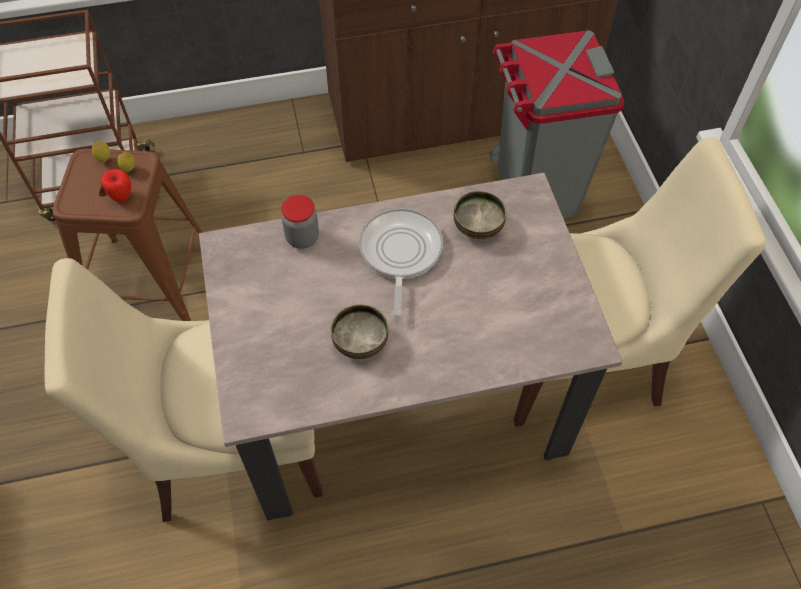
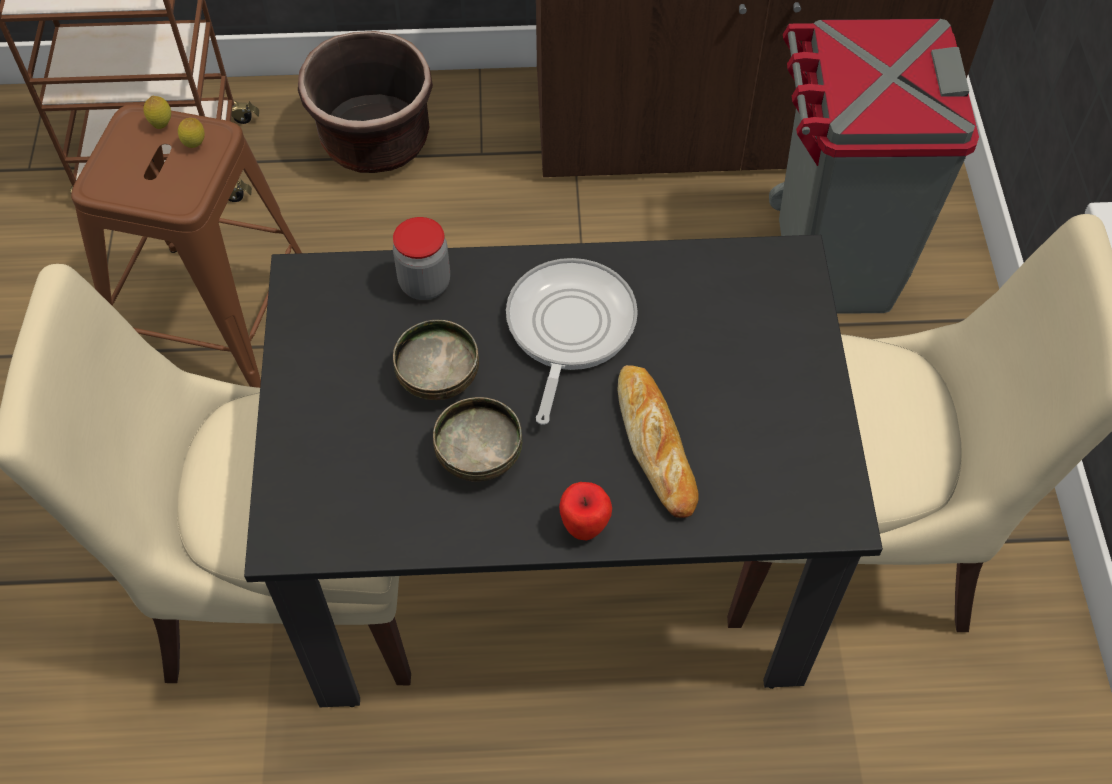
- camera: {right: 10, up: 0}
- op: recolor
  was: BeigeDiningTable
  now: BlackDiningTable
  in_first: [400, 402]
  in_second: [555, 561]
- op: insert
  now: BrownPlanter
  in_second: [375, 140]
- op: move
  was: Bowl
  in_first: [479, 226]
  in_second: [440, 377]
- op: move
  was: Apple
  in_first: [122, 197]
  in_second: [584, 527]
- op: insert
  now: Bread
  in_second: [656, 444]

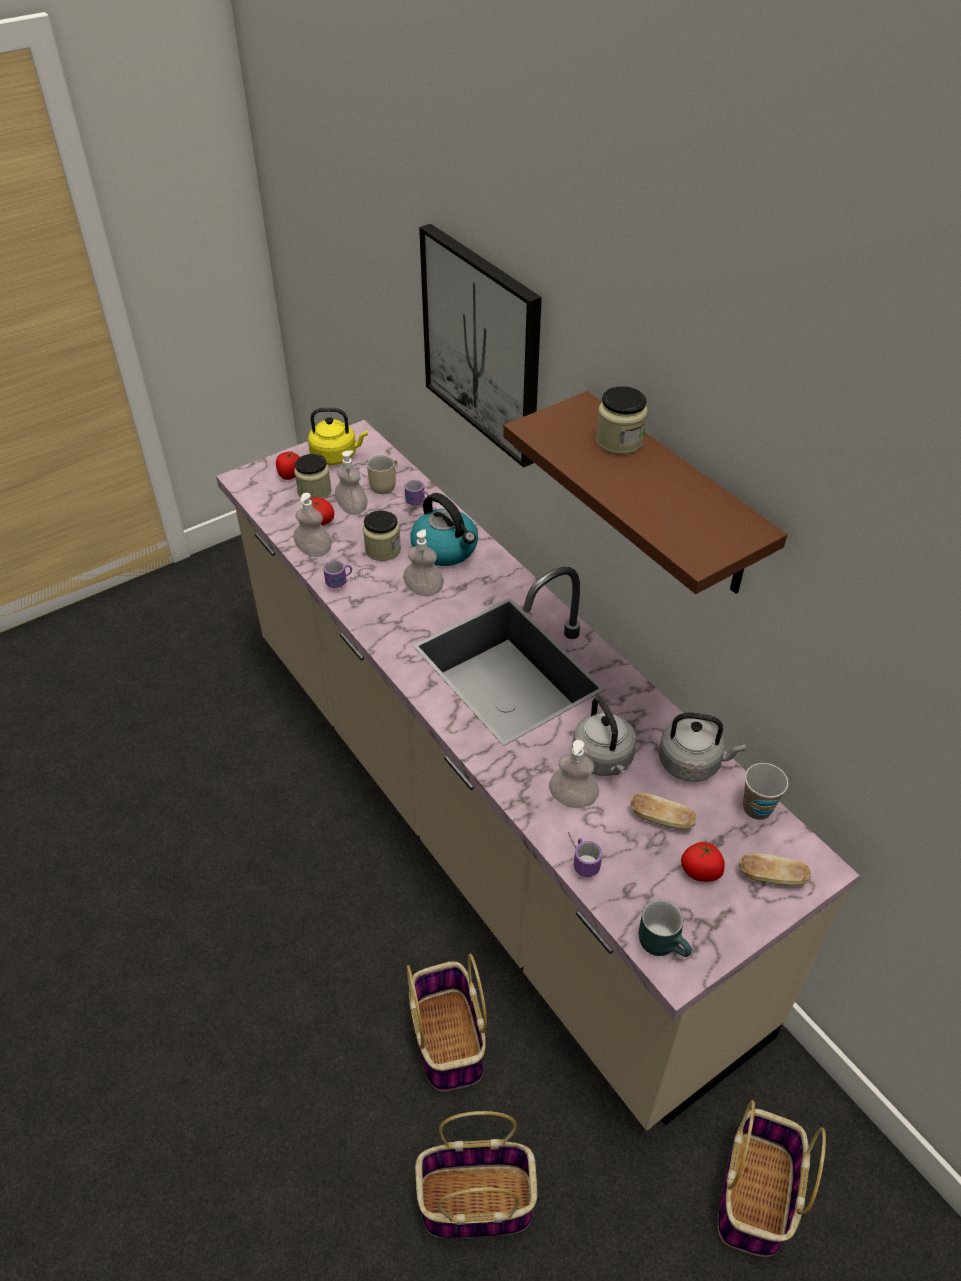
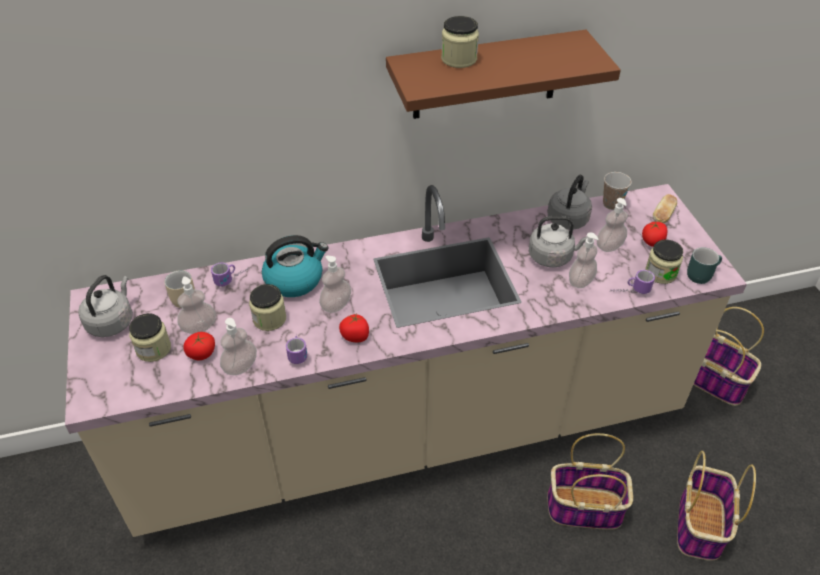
- camera: {right: -70, up: 0}
- op: recolor
  was: YellowKettle
  now: GreyKettle
  in_first: [336, 456]
  in_second: [112, 321]
- op: move
  was: Tomato
  in_first: [290, 474]
  in_second: [355, 336]
- op: replace
  was: Bread
  now: SoapDispenser
  in_first: [661, 819]
  in_second: [609, 246]
- op: insert
  now: Jar
  in_second: [660, 273]
- op: delete
  was: Picture
  in_first: [483, 344]

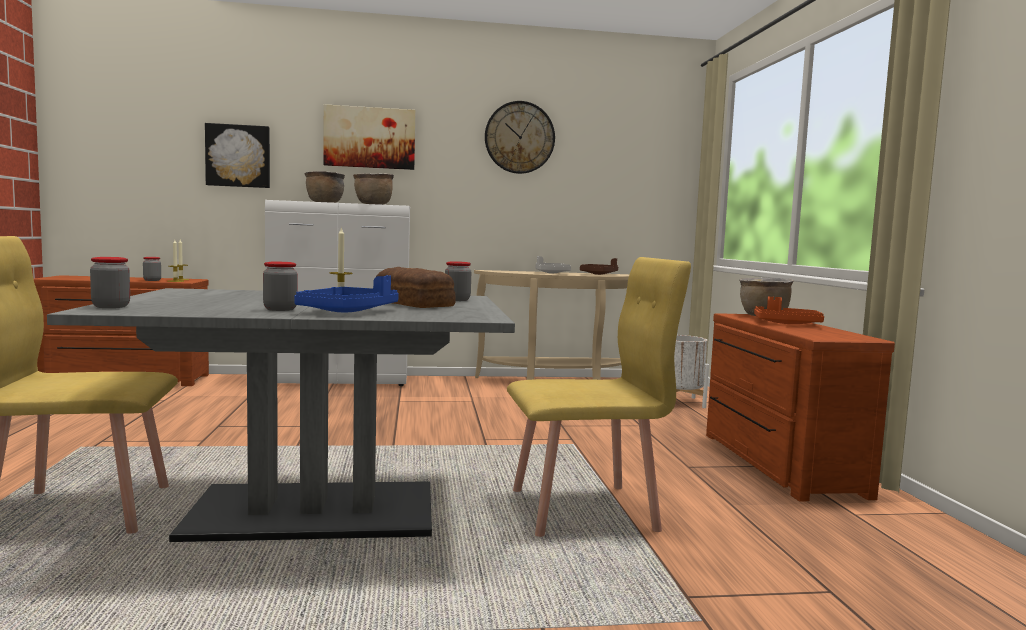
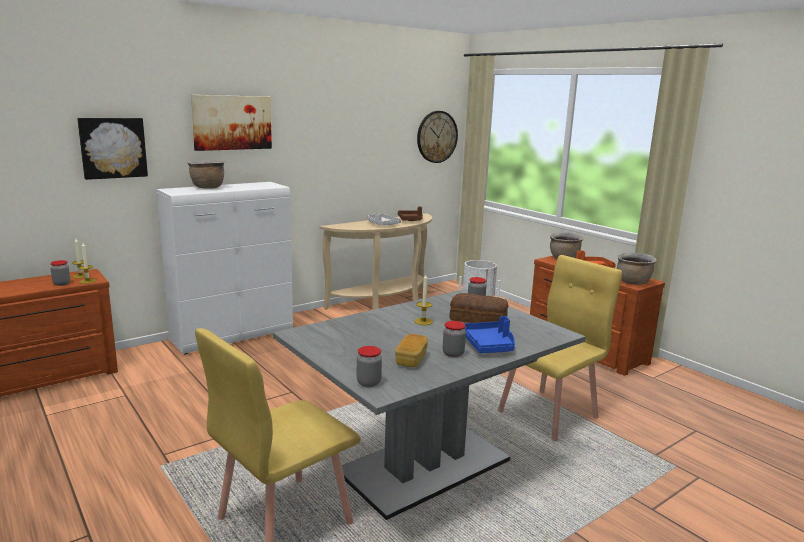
- camera: {right: -30, up: 10}
- op: insert
  now: Bread
  in_second: [411, 360]
- op: move
  was: WallClock
  in_first: [519, 137]
  in_second: [437, 137]
- op: move
  was: BrownCookingPot
  in_first: [373, 204]
  in_second: [633, 283]

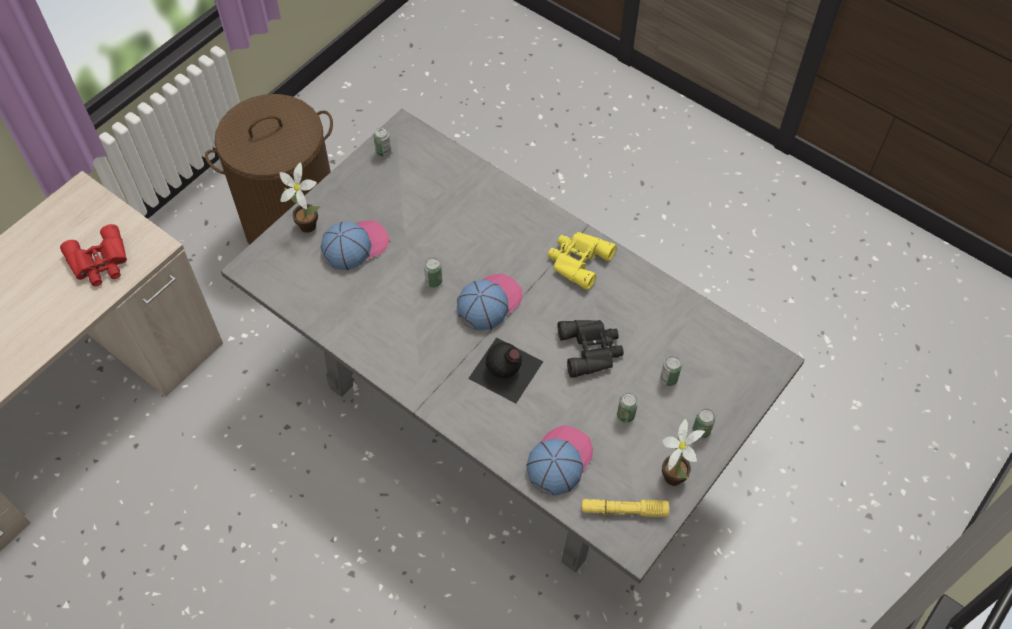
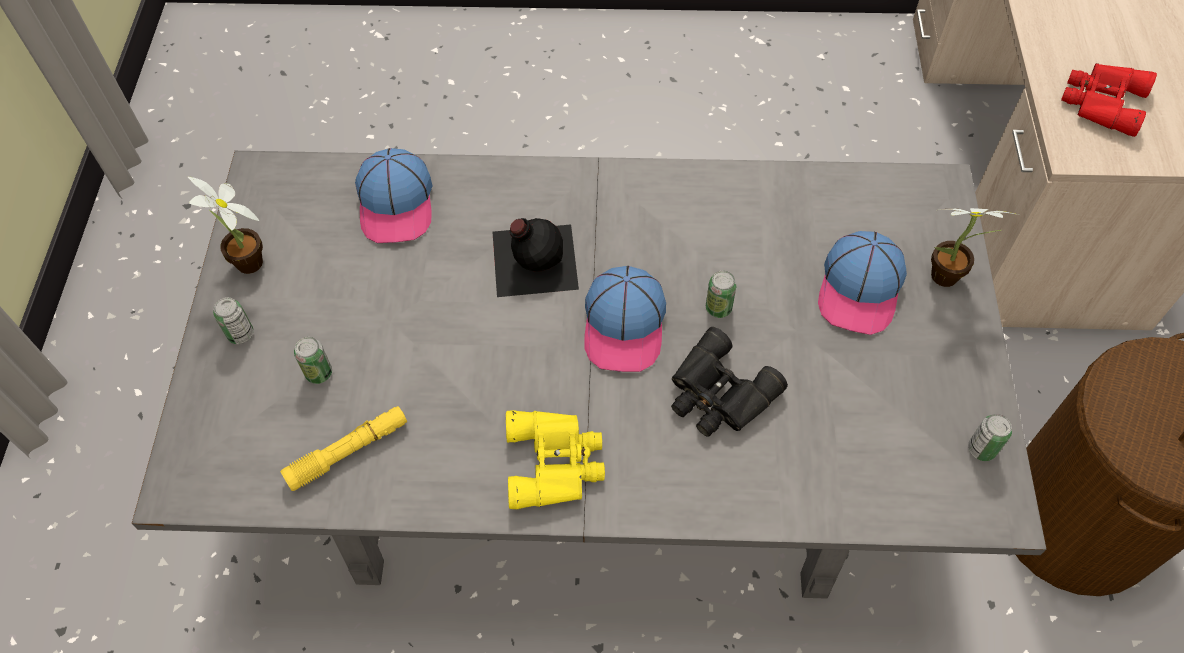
- camera: {right: 145, up: 0}
- op: move
  was: YellowFlashlight
  in_first: [623, 510]
  in_second: [348, 452]
- op: move
  was: BlackBinoculars
  in_first: [591, 349]
  in_second: [718, 395]
- op: delete
  was: Can
  in_first: [625, 415]

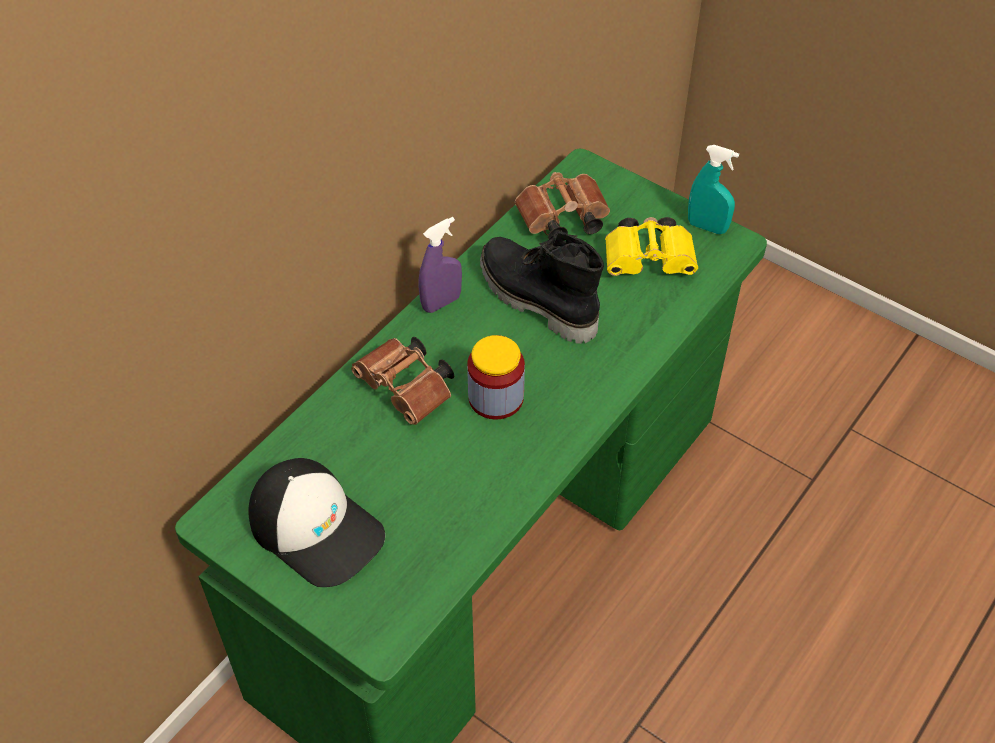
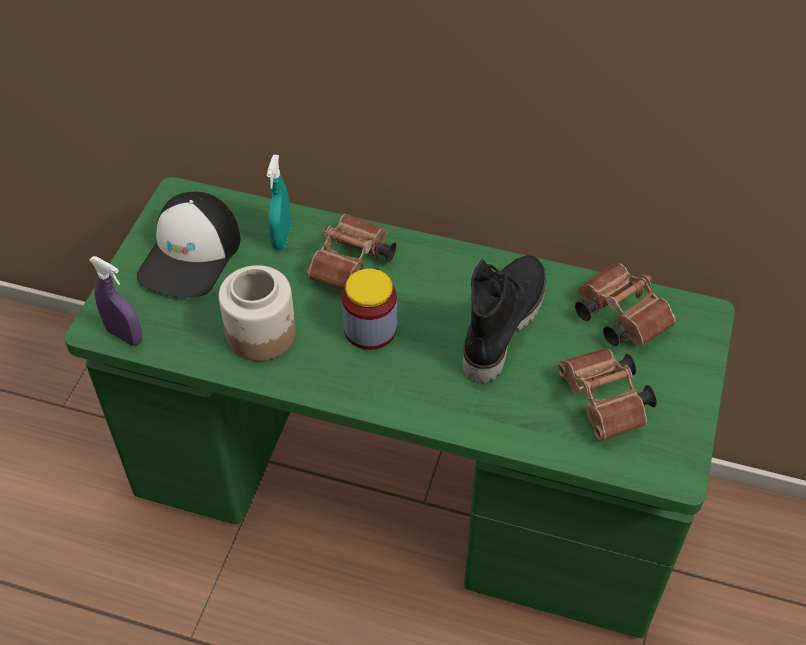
- camera: {right: 70, up: 0}
- op: move
  was: PurpleSprayBottle
  in_first: [441, 303]
  in_second: [124, 335]
- op: insert
  now: Jar
  in_second: [262, 334]
- op: move
  was: TurquoiseSprayBottle
  in_first: [707, 227]
  in_second: [281, 237]
- op: recolor
  was: YellowBinoculars
  now: BrownBinoculars
  in_first: [651, 261]
  in_second: [605, 404]

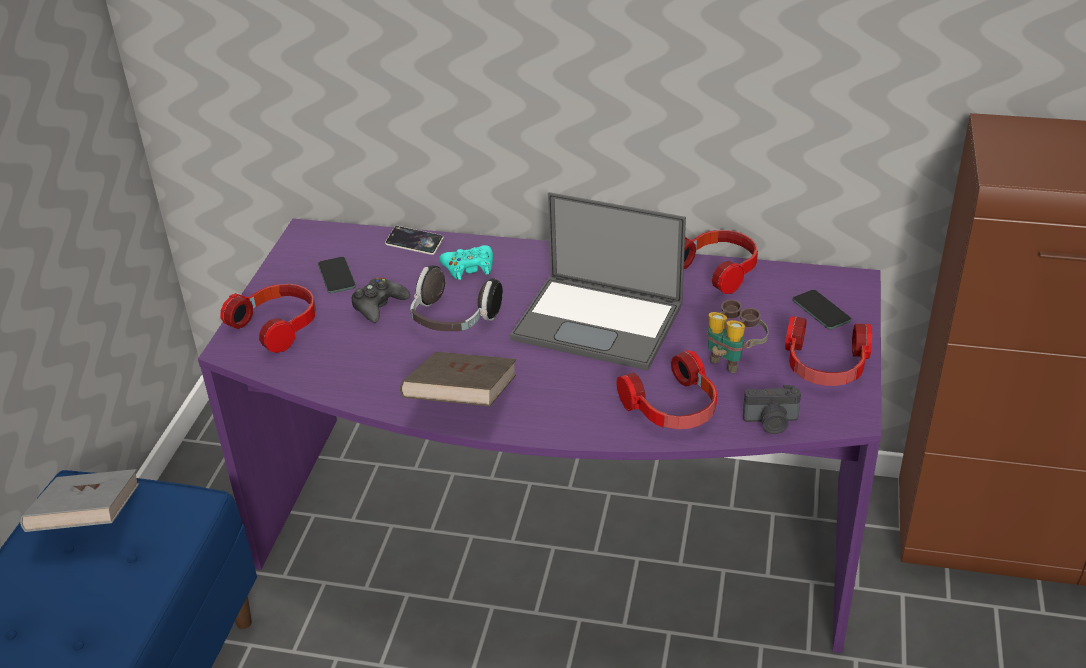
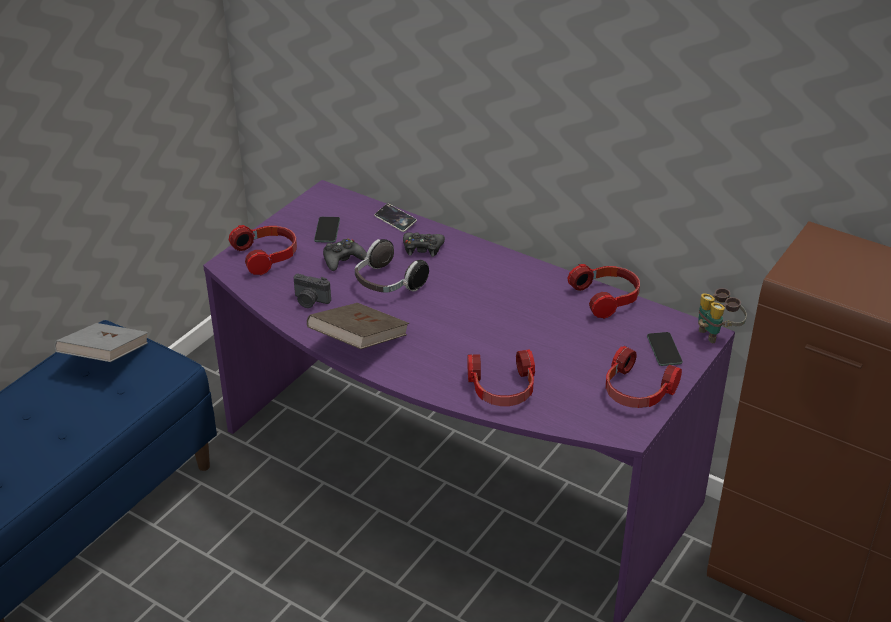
- camera: {right: 20, up: 0}
- op: move
  was: PhotoCamera
  in_first: [771, 423]
  in_second: [310, 301]
- op: recolor
  was: TurquoiseGameController
  now: BlackGameController
  in_first: [469, 268]
  in_second: [422, 248]
- op: move
  was: Binoculars
  in_first: [732, 358]
  in_second: [717, 333]
- op: delete
  was: Laptop
  in_first: [600, 322]

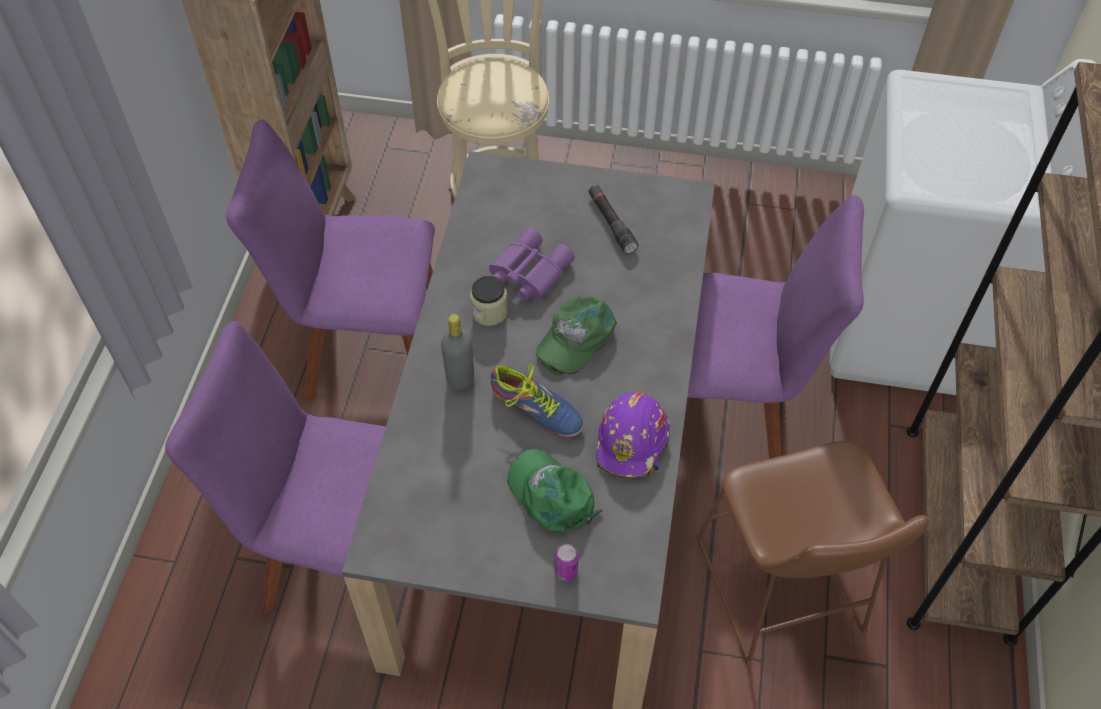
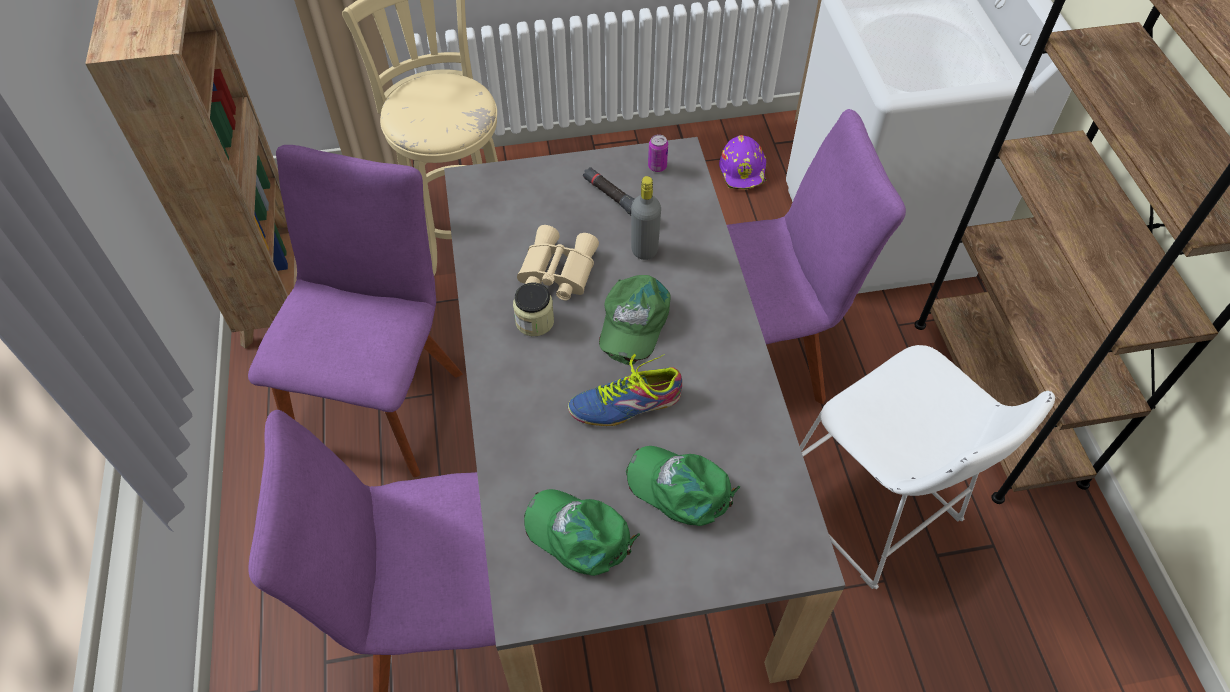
- camera: {right: -20, up: 0}
- op: rotate
  was: PurpleChair
  in_first: [366, 347]
  in_second: [380, 401]
  clockwise: 120
- op: recolor
  was: PurpleBinoculars
  now: BeigeBinoculars
  in_first: [527, 272]
  in_second: [556, 271]
- op: insert
  now: GreenCap
  in_second: [579, 534]
- op: rotate
  was: Shoe
  in_first: [537, 408]
  in_second: [626, 404]
  clockwise: 150
- op: move
  was: GreyBottle
  in_first: [460, 379]
  in_second: [644, 250]
- op: move
  was: Can
  in_first: [566, 572]
  in_second: [657, 166]
- op: move
  was: PurpleHardHat
  in_first: [633, 443]
  in_second: [743, 170]
- op: recolor
  was: BrownStool
  now: WhiteStool
  in_first: [781, 594]
  in_second: [874, 511]

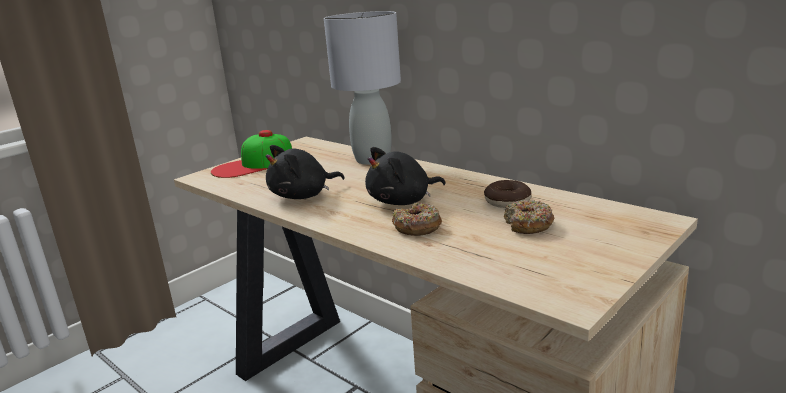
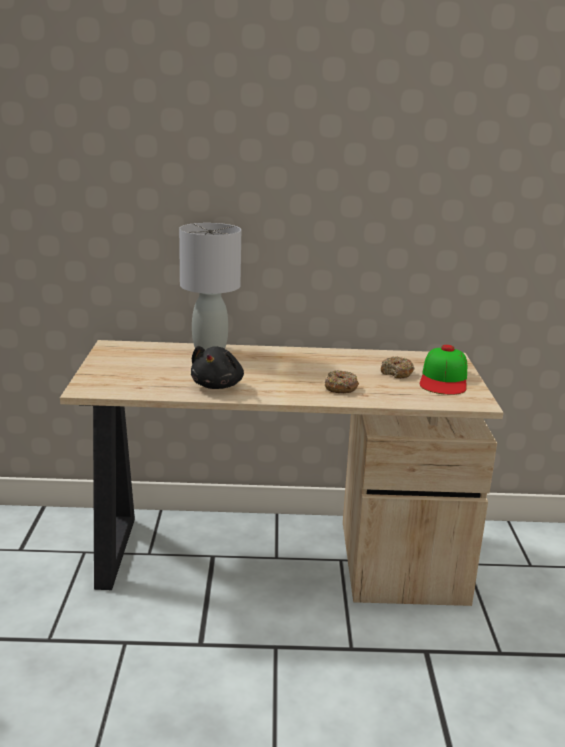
- camera: {right: -45, up: 0}
- op: move
  was: Cap
  in_first: [253, 165]
  in_second: [444, 379]
- op: delete
  was: BlackPlushToy
  in_first: [403, 201]
- op: delete
  was: Donut
  in_first: [507, 201]

